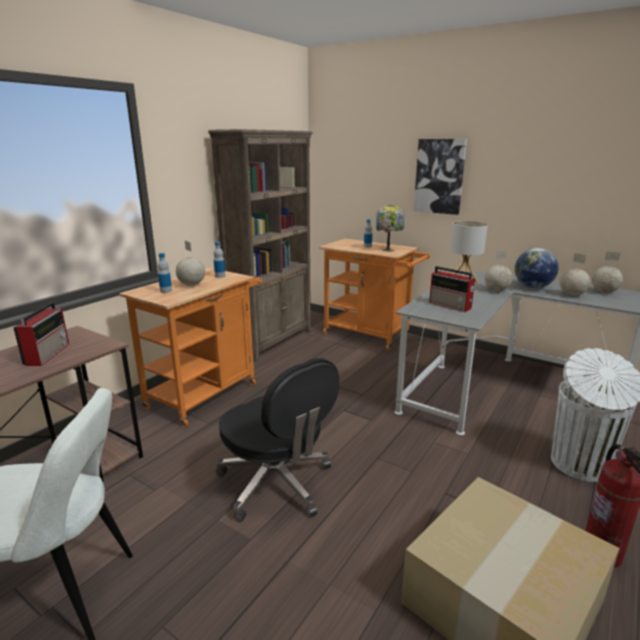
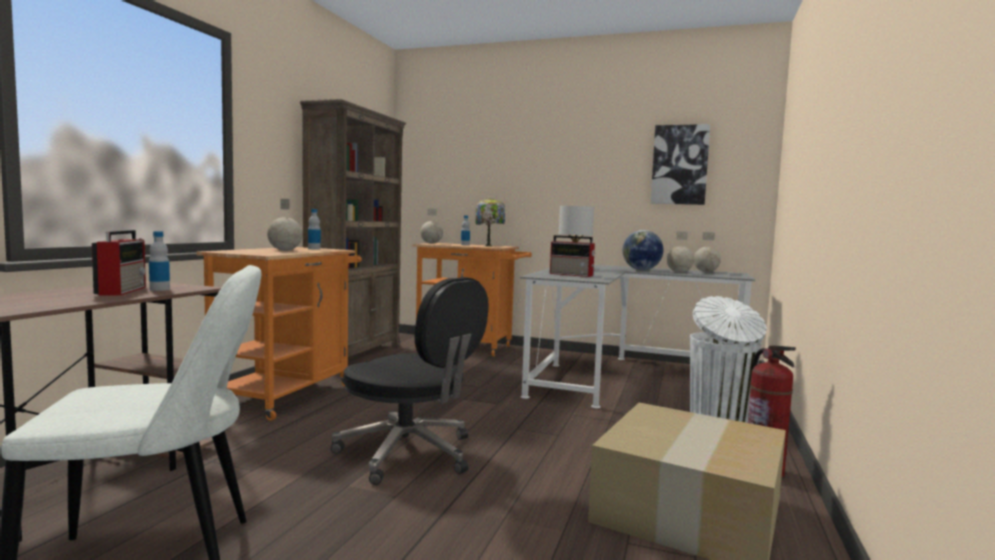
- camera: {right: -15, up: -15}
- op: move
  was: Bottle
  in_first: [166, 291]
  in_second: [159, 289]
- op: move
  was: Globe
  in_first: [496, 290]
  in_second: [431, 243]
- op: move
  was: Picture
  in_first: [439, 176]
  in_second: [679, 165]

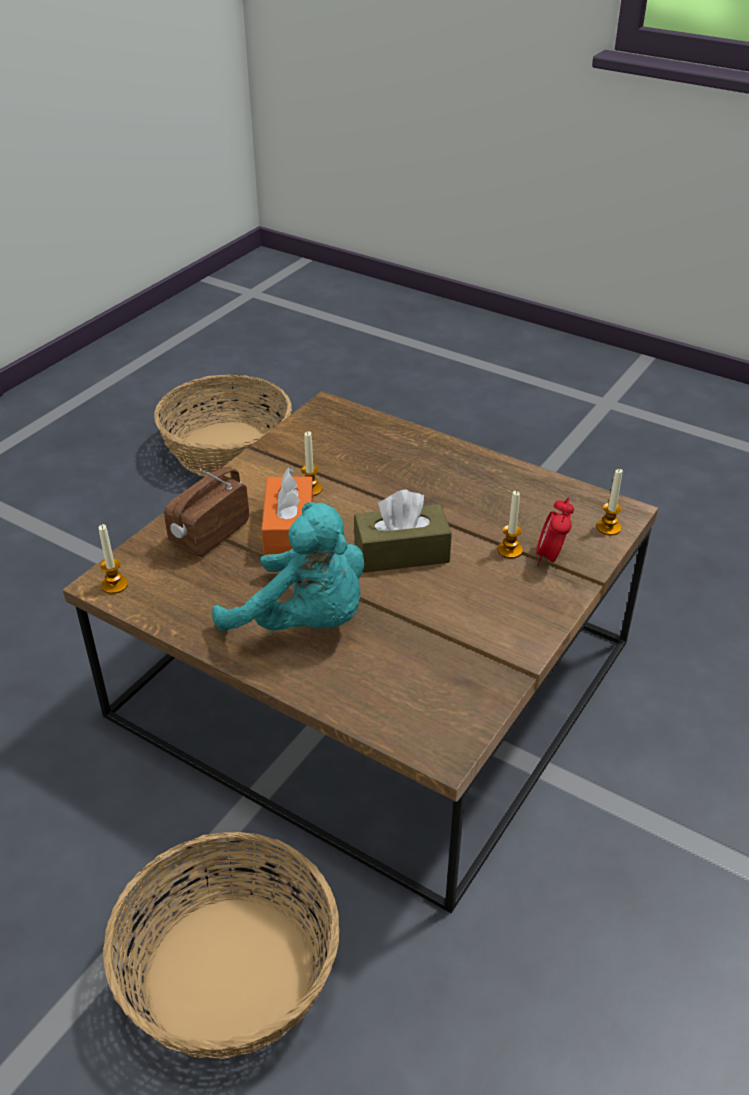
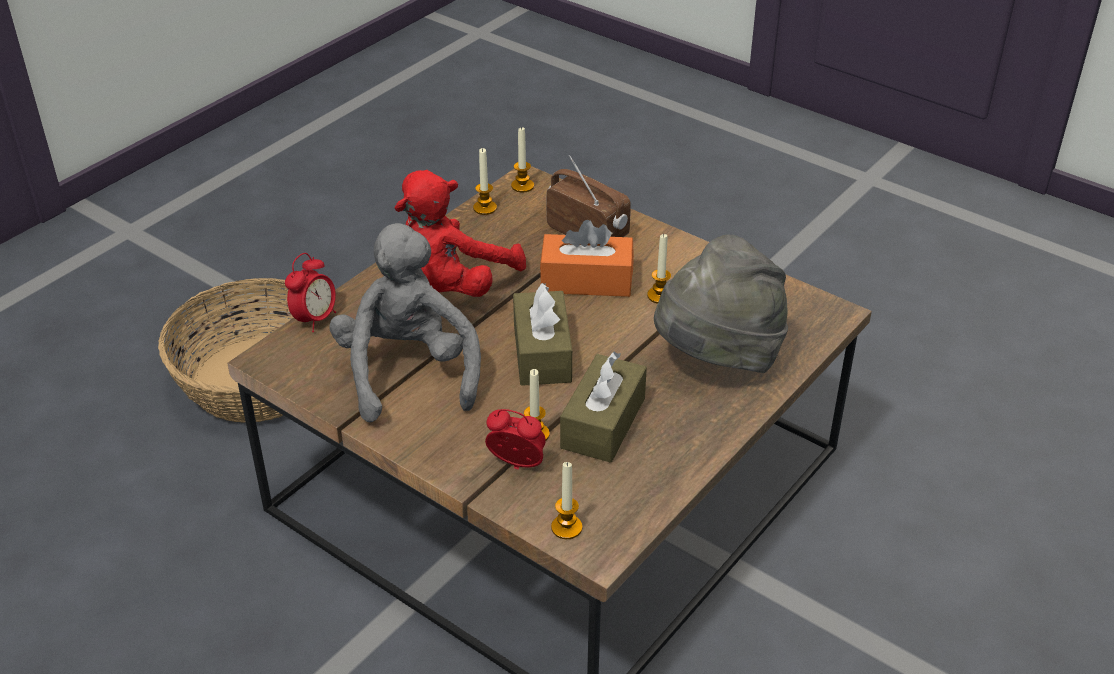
- camera: {right: 95, up: 0}
- op: insert
  now: AlarmClock
  in_second: [315, 319]
- op: insert
  now: GreyPlushToy
  in_second: [408, 372]
- op: recolor
  was: TurquoisePlushToy
  now: RedPlushToy
  in_first: [304, 622]
  in_second: [451, 287]
- op: insert
  now: Candle
  in_second: [485, 208]
- op: insert
  now: BrownTissueBox
  in_second: [603, 423]
- op: insert
  now: GreyHat
  in_second: [717, 358]
- op: delete
  was: Basket
  in_first: [228, 449]

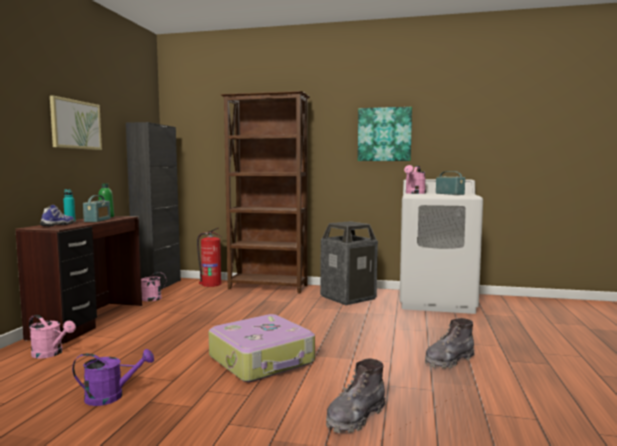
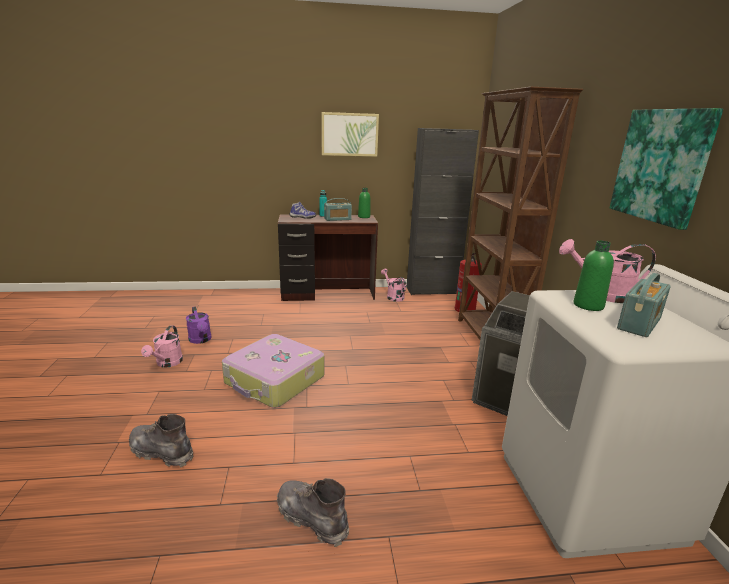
- camera: {right: 70, up: 15}
- op: move
  was: PinkWateringCan
  in_first: [51, 354]
  in_second: [167, 363]
- op: insert
  now: GreenBottle
  in_second: [588, 305]

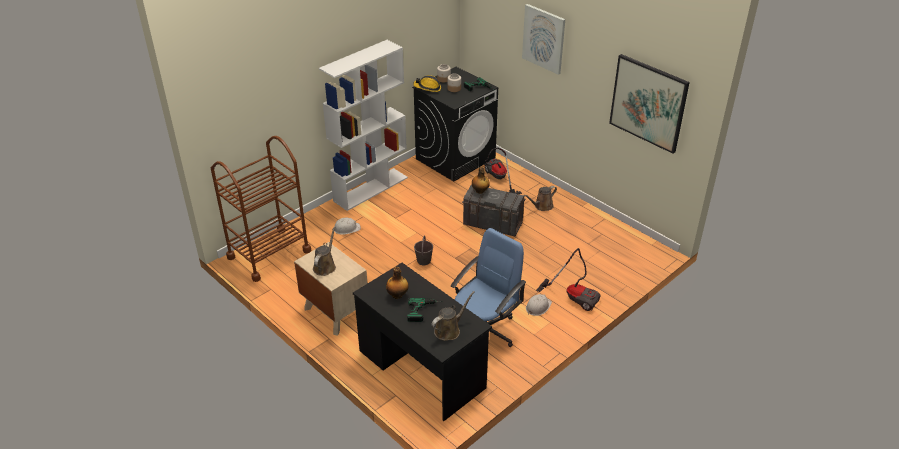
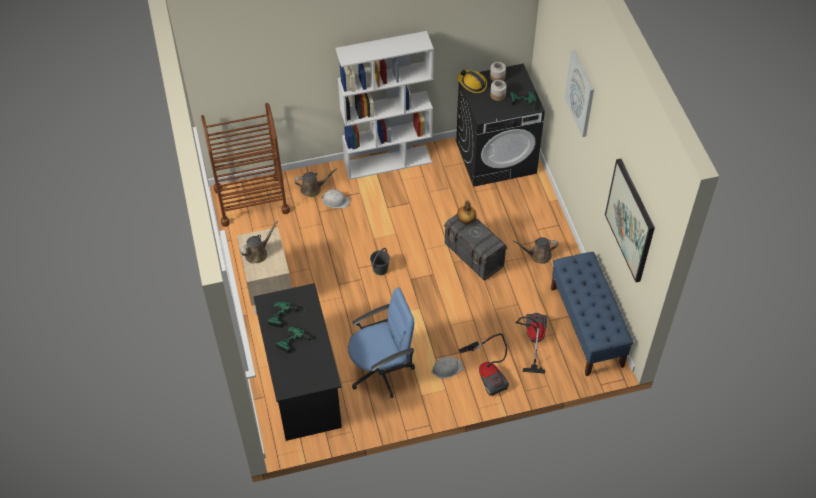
- camera: {right: 30, up: 15}
- op: replace
  was: Bottle
  now: PowerDrill
  in_first: [397, 295]
  in_second: [287, 317]
- op: move
  was: BrownWateringCan
  in_first: [449, 330]
  in_second: [313, 189]
- op: move
  was: VacuumCleaner
  in_first: [498, 179]
  in_second: [532, 340]
- op: insert
  now: BlueBench
  in_second: [586, 327]

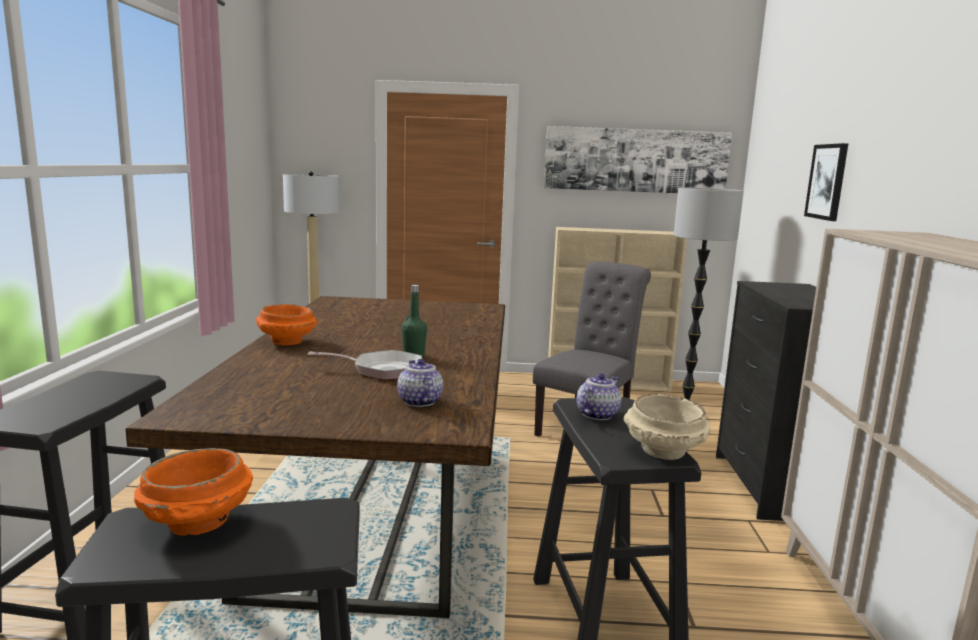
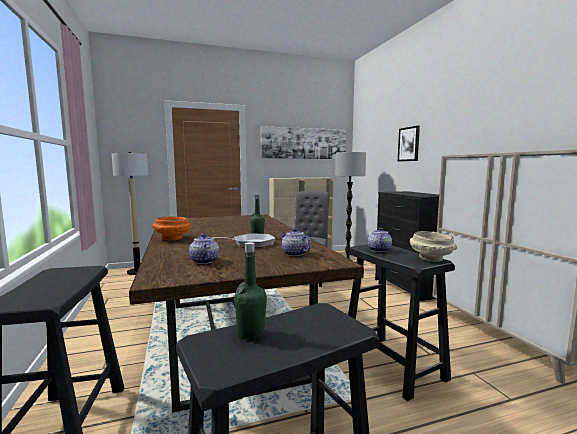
- camera: {right: -20, up: -5}
- op: insert
  now: Teapot
  in_second: [204, 261]
- op: replace
  was: OrangeBowl
  now: GreenBottle
  in_first: [198, 523]
  in_second: [251, 333]

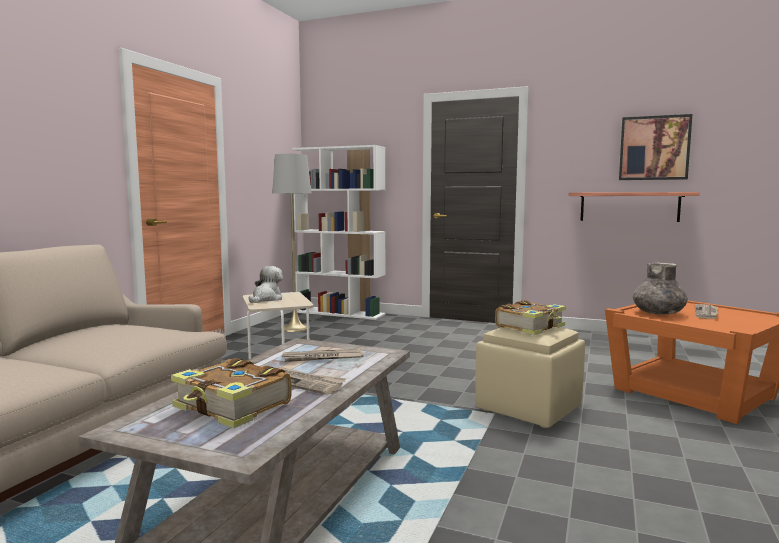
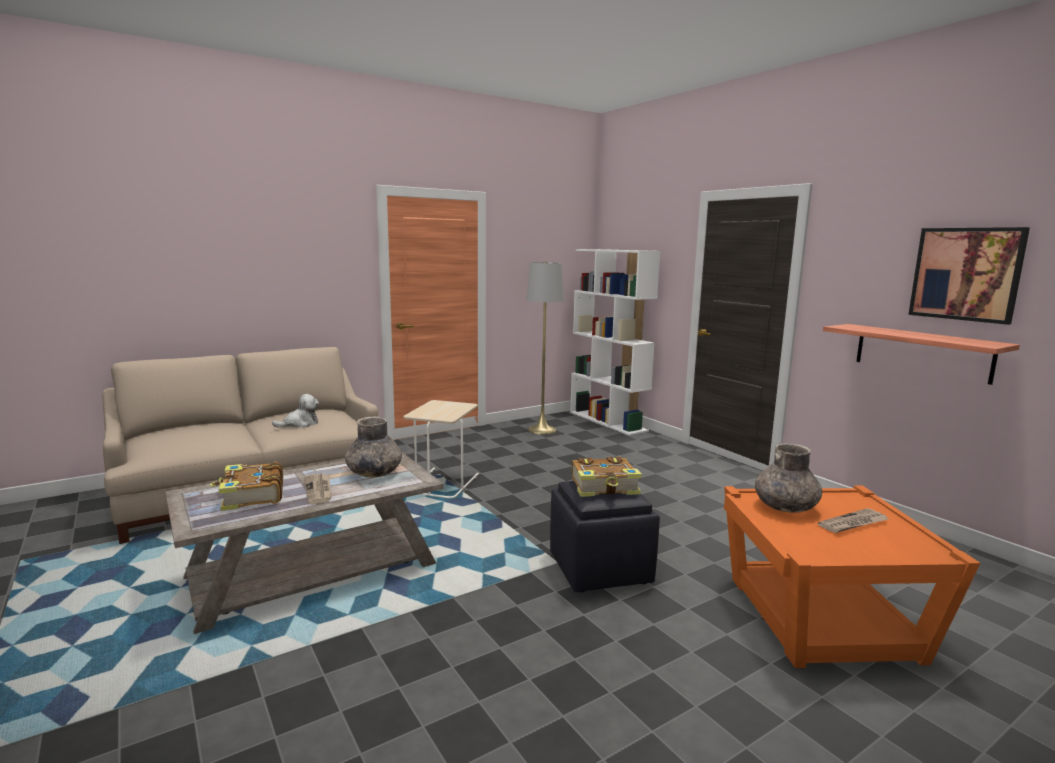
- camera: {right: 35, up: 5}
- op: move
  was: PlushToy
  in_first: [266, 299]
  in_second: [300, 424]
- op: replace
  was: Newspaper
  now: GreyVase
  in_first: [322, 358]
  in_second: [374, 473]
- op: recolor
  was: BeigeOttoman
  now: BlackOttoman
  in_first: [527, 408]
  in_second: [598, 568]

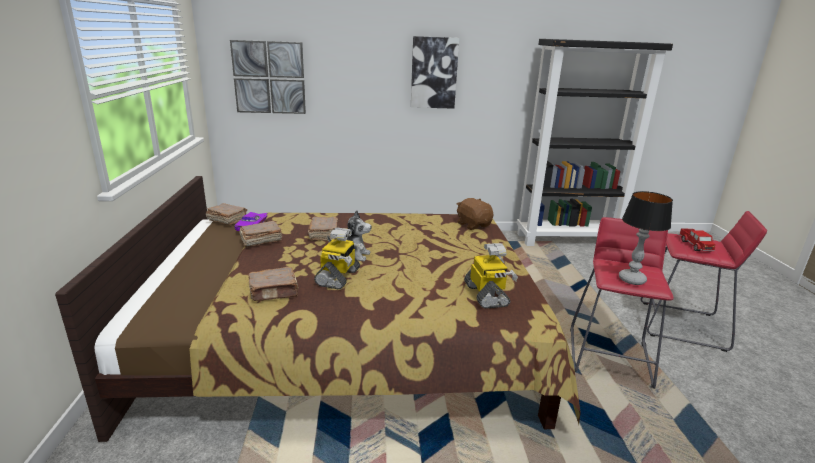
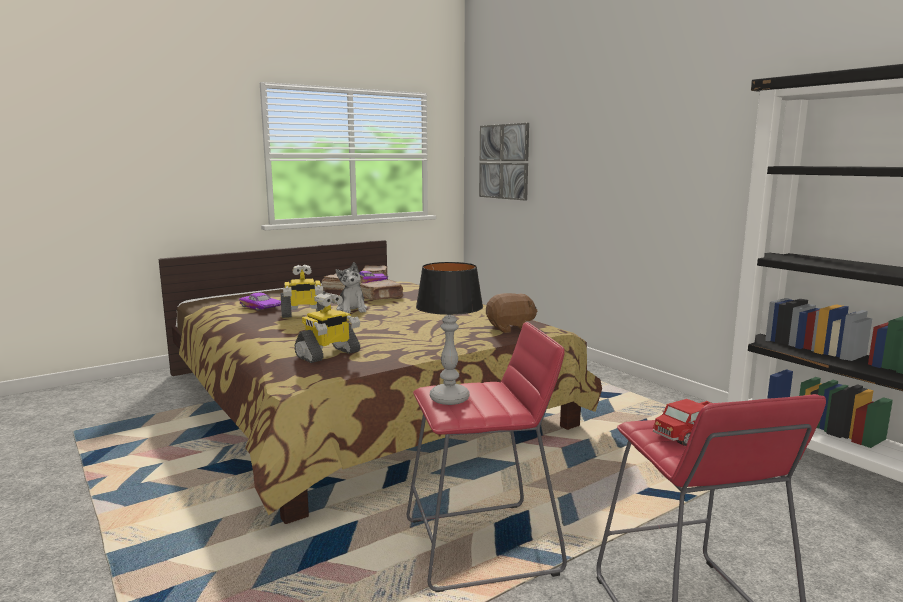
- camera: {right: 60, up: -10}
- op: replace
  was: BrownBook
  now: PurpleToyCar
  in_first: [274, 292]
  in_second: [259, 307]
- op: rotate
  was: BrownPlushToy
  in_first: [473, 225]
  in_second: [510, 328]
  clockwise: 45
- op: delete
  was: Picture
  in_first: [434, 73]

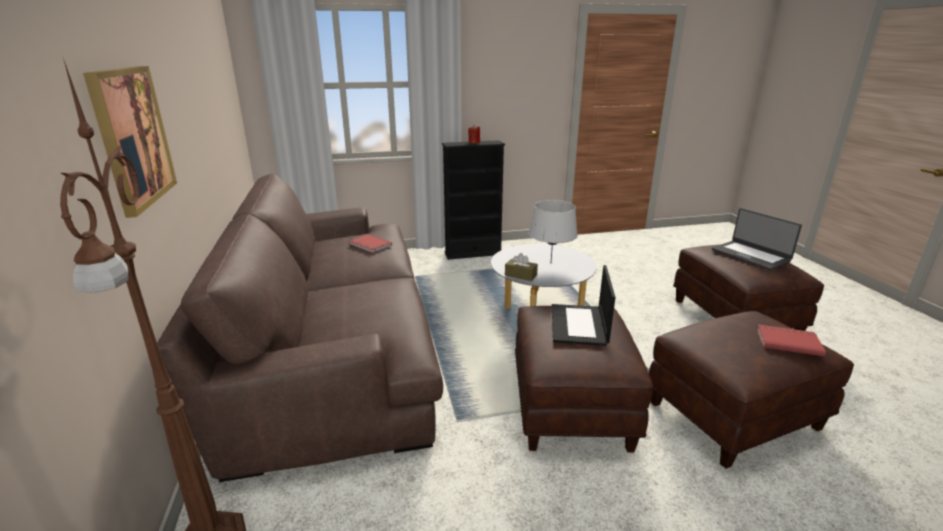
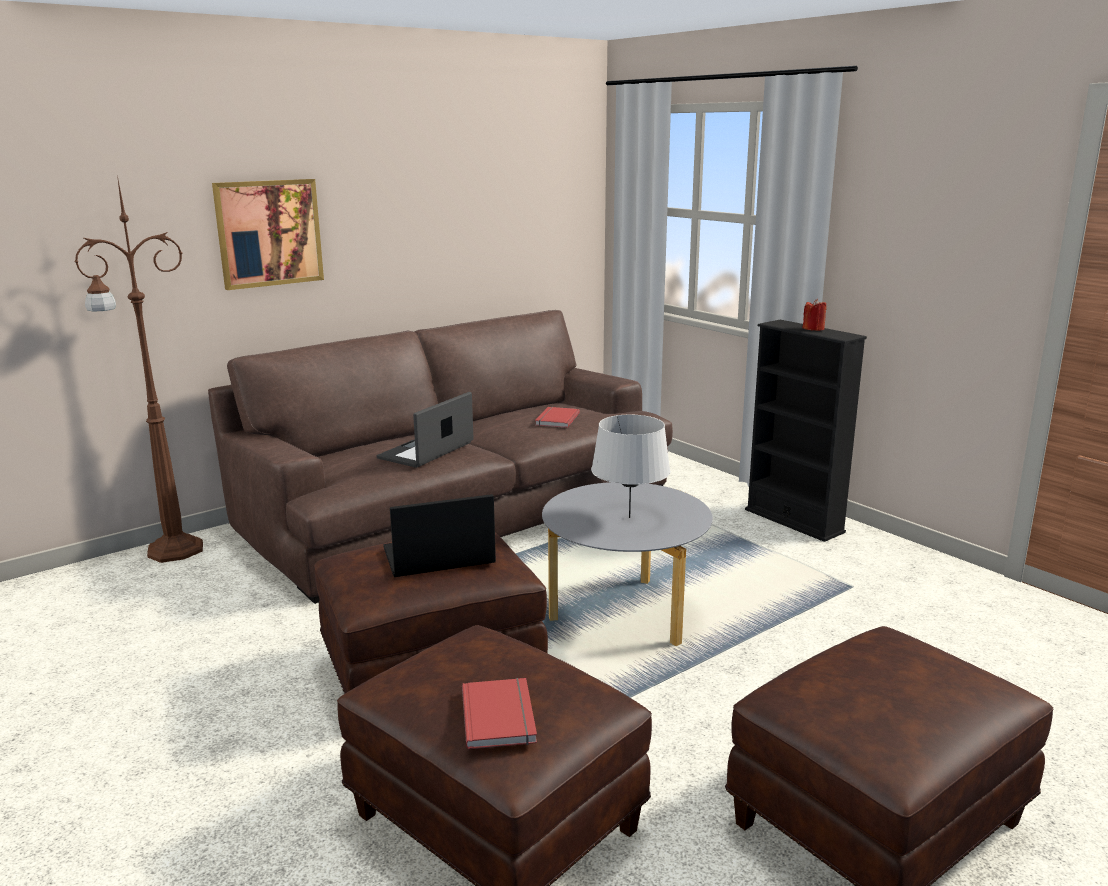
- camera: {right: 65, up: -5}
- op: move
  was: Laptop
  in_first: [750, 255]
  in_second: [427, 451]
- op: delete
  was: BrownTissueBox
  in_first: [520, 275]

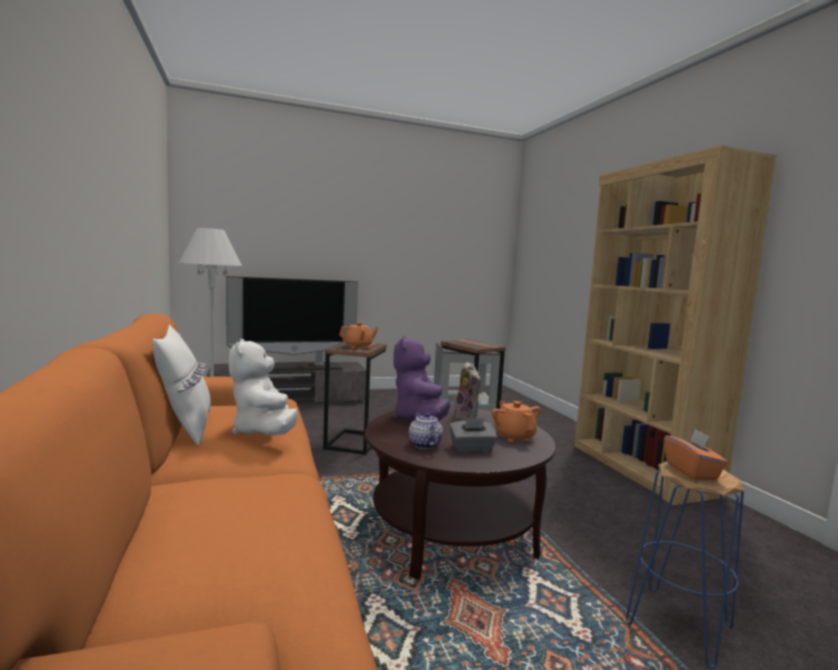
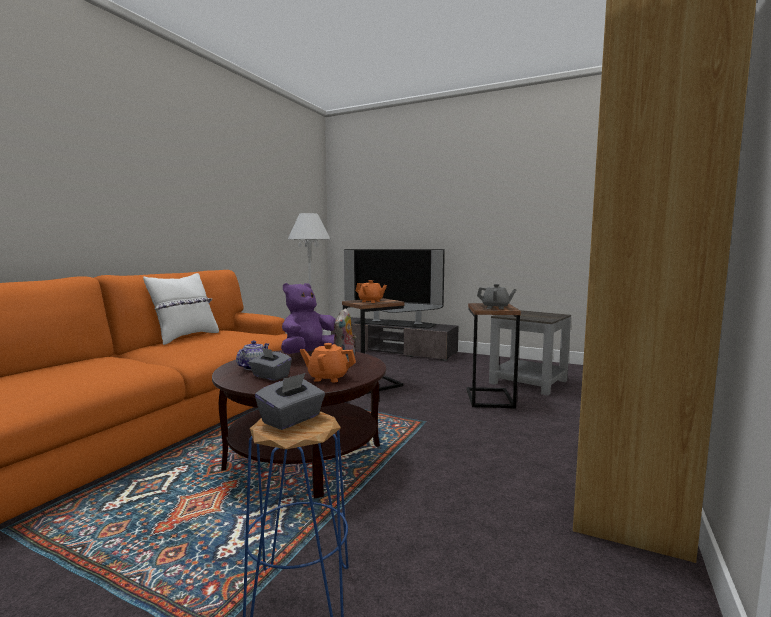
- camera: {right: 45, up: 0}
- op: recolor
  was: OrangeTissueBox
  now: GreyTissueBox
  in_first: [691, 471]
  in_second: [292, 420]
- op: rotate
  was: OrangeTeapot
  in_first: [514, 437]
  in_second: [328, 378]
  clockwise: -105
- op: insert
  now: GreyTeapot
  in_second: [495, 308]
- op: delete
  was: WhitePlushToy
  in_first: [264, 432]

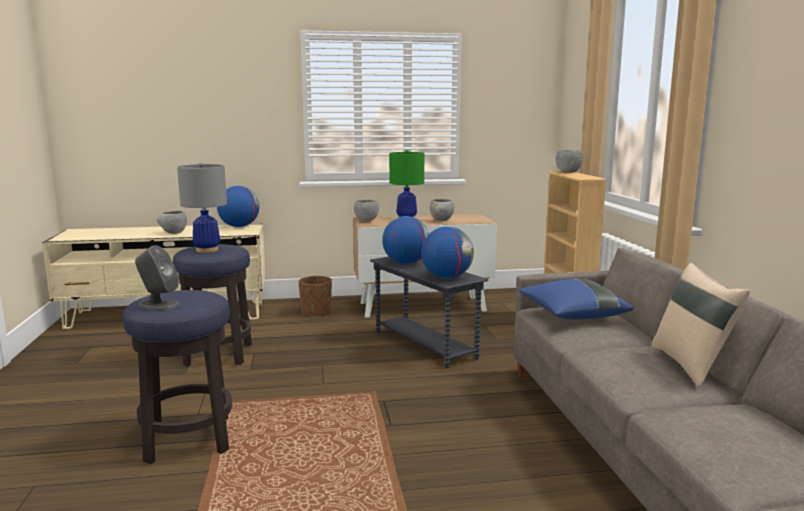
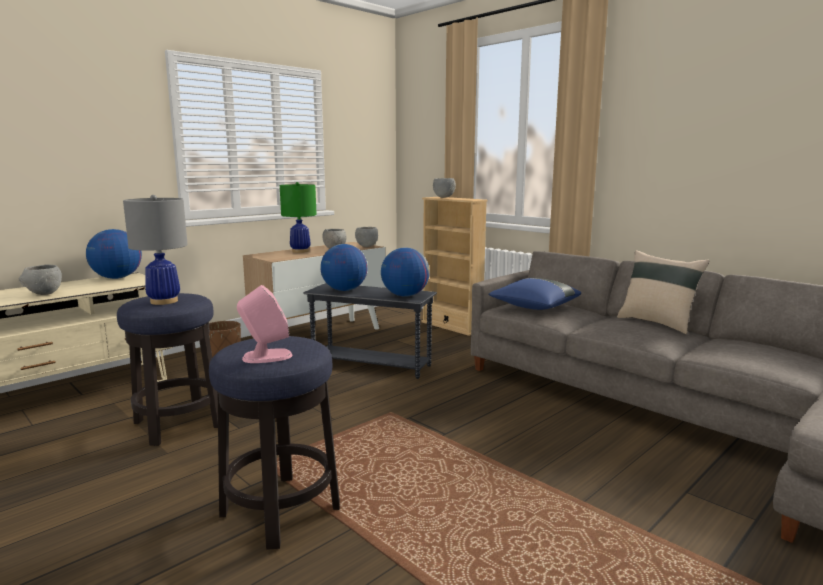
- camera: {right: -35, up: 0}
- op: recolor
  was: GreySpeaker
  now: PinkSpeaker
  in_first: [158, 305]
  in_second: [266, 356]
- op: move
  was: GreyBowl
  in_first: [366, 221]
  in_second: [366, 246]

